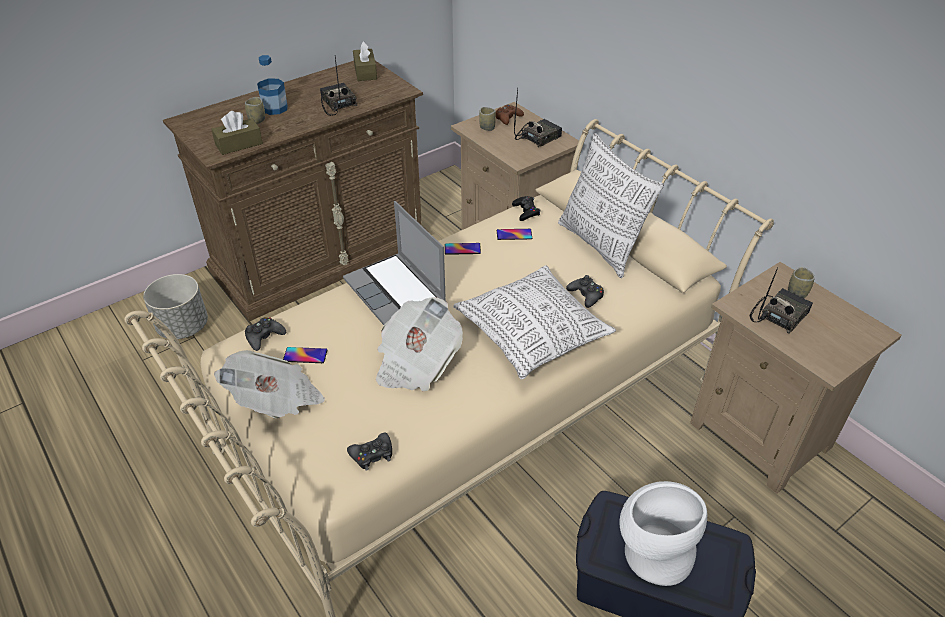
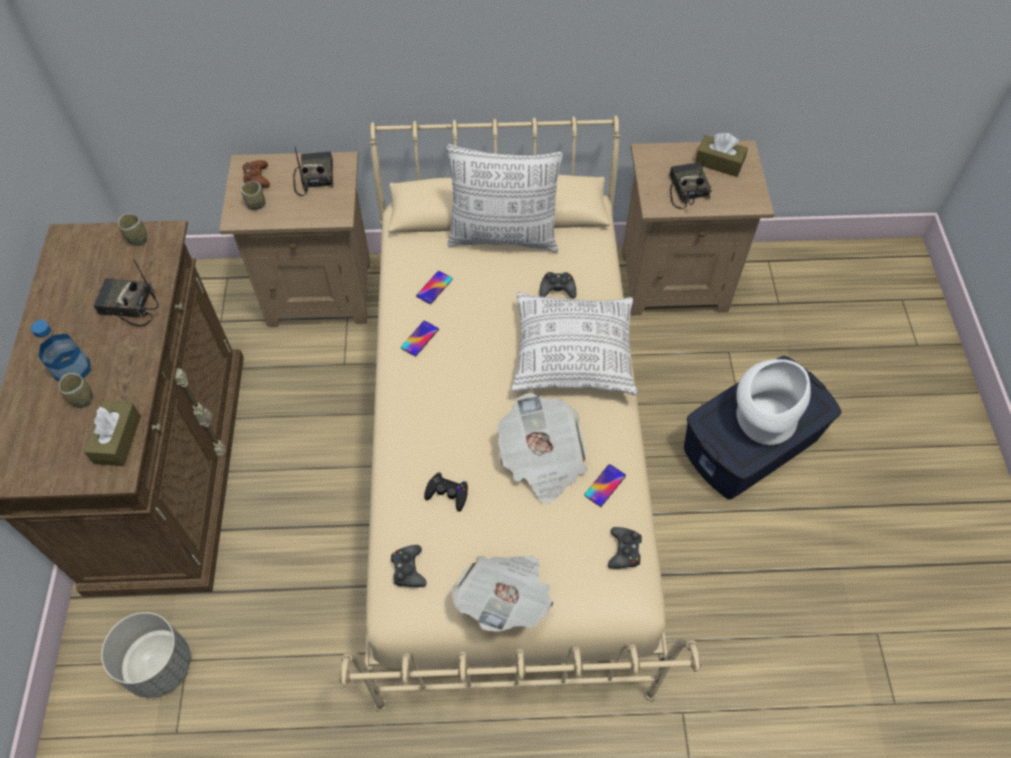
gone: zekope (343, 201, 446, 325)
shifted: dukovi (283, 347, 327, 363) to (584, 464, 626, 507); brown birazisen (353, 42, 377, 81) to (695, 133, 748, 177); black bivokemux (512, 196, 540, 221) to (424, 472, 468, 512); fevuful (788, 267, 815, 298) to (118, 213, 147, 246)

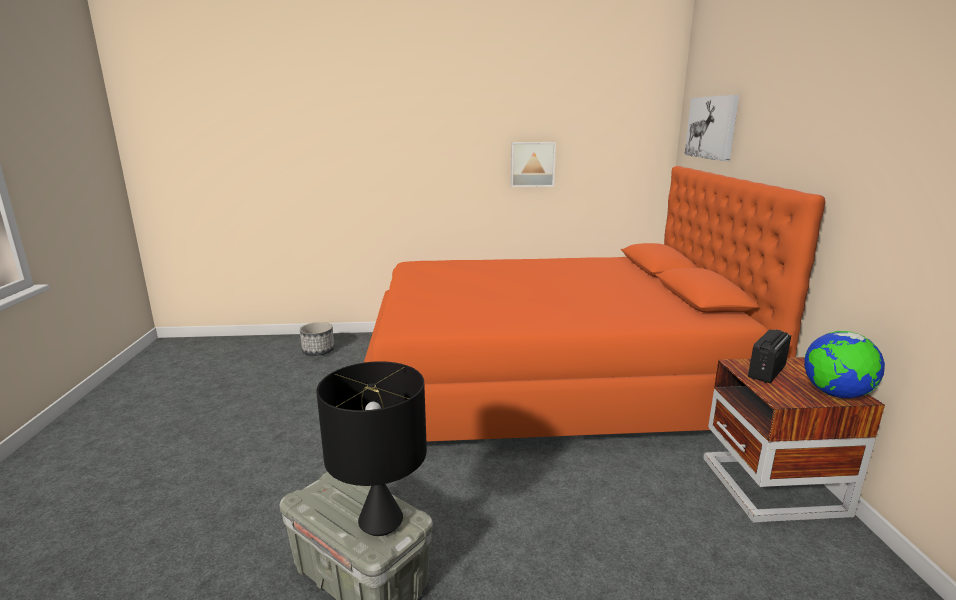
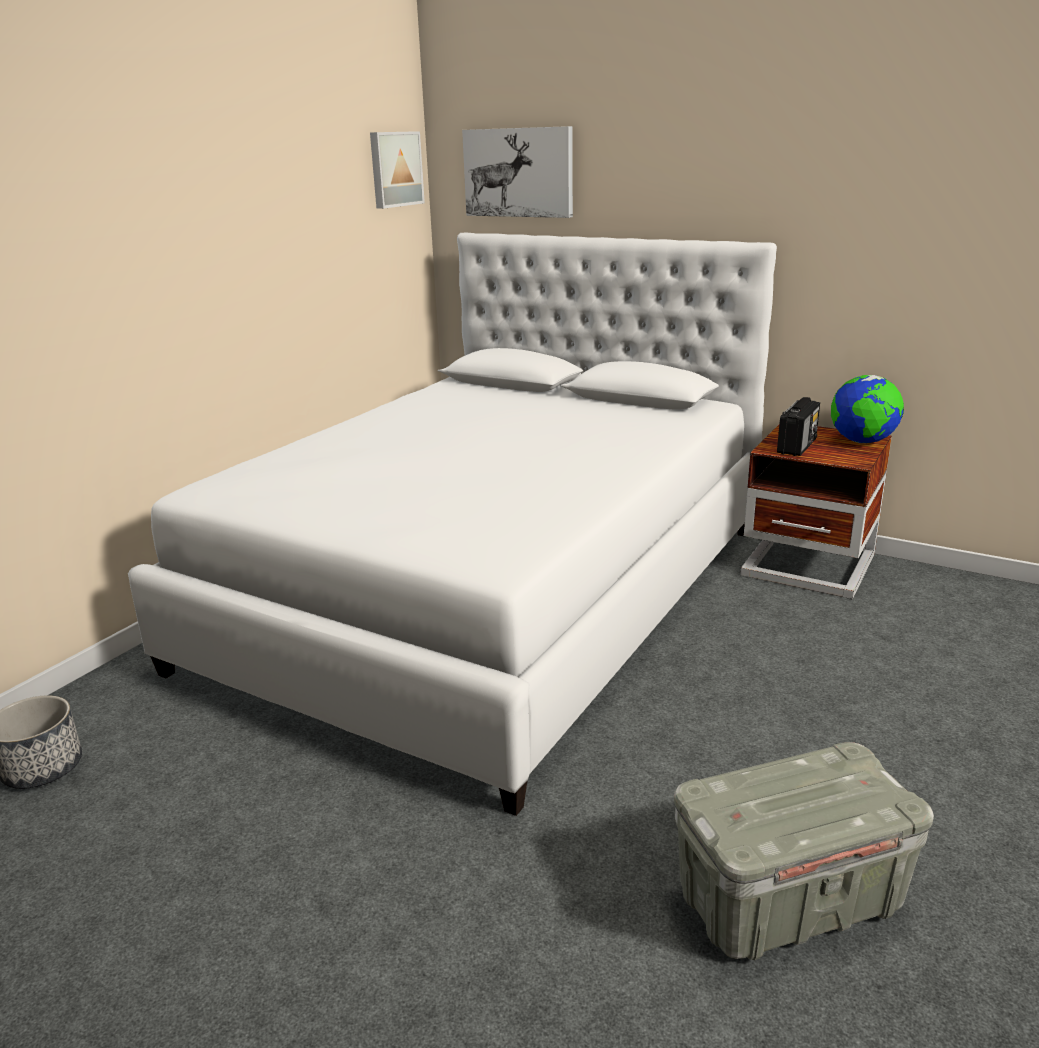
gone: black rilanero (316, 361, 427, 536)
shifted: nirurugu (511, 142, 556, 187) to (370, 131, 425, 209)
repainted: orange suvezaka (364, 166, 825, 442) to white suvezaka (128, 233, 777, 816)
rotated: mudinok (748, 329, 791, 383) = (777, 397, 820, 456) 135 degrees counterclockwise

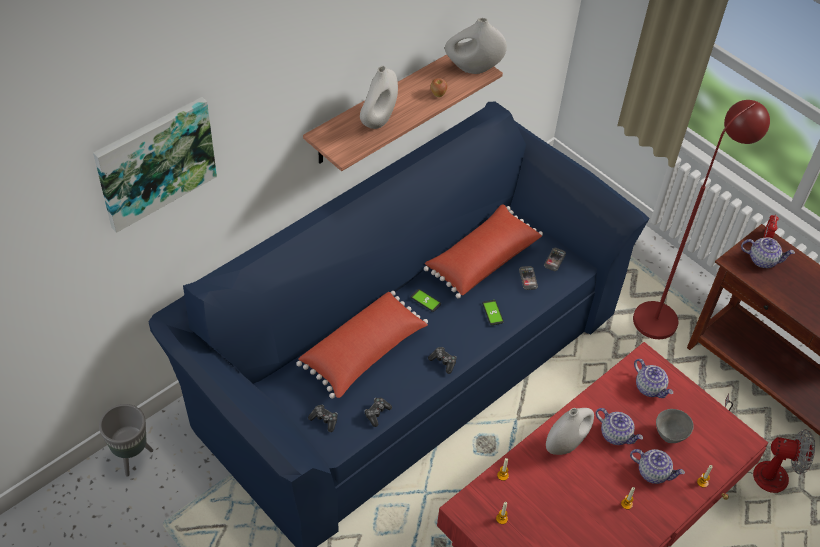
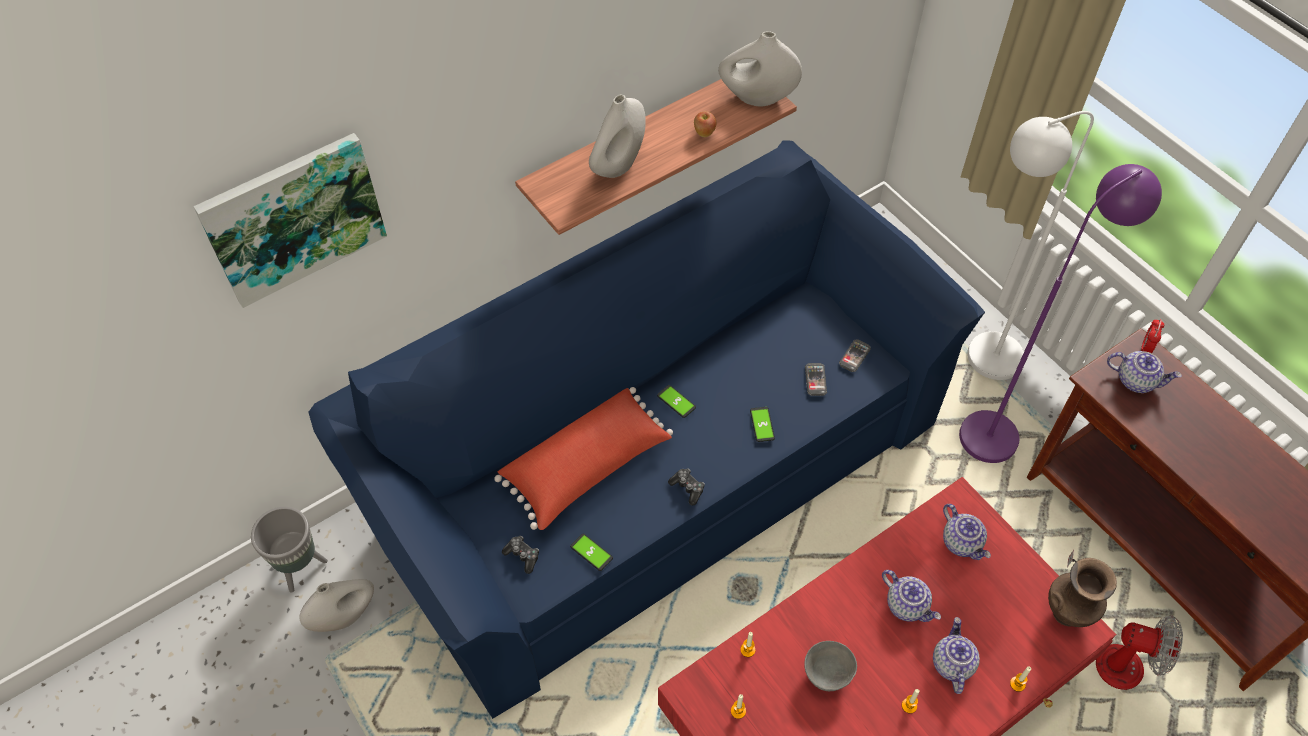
gone: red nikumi (424, 204, 543, 299)
new: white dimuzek (967, 111, 1094, 380); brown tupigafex (1048, 558, 1117, 627)
shifted: white tupigafex (546, 408, 594, 455) to (299, 579, 374, 632); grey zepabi (656, 409, 694, 443) to (804, 641, 857, 691)
swapped: bivokemux (364, 398, 392, 427) to dukovi (570, 534, 613, 571)
repainted: red dimuzek (633, 100, 770, 339) to purple dimuzek (959, 164, 1162, 463)
rotated: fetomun (630, 449, 685, 484) = (933, 617, 980, 694) 120 degrees counterclockwise

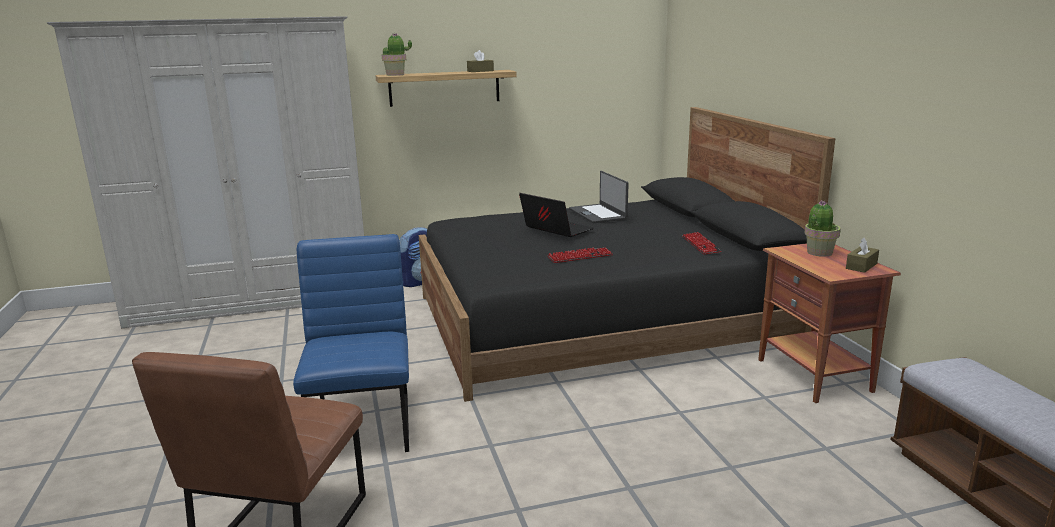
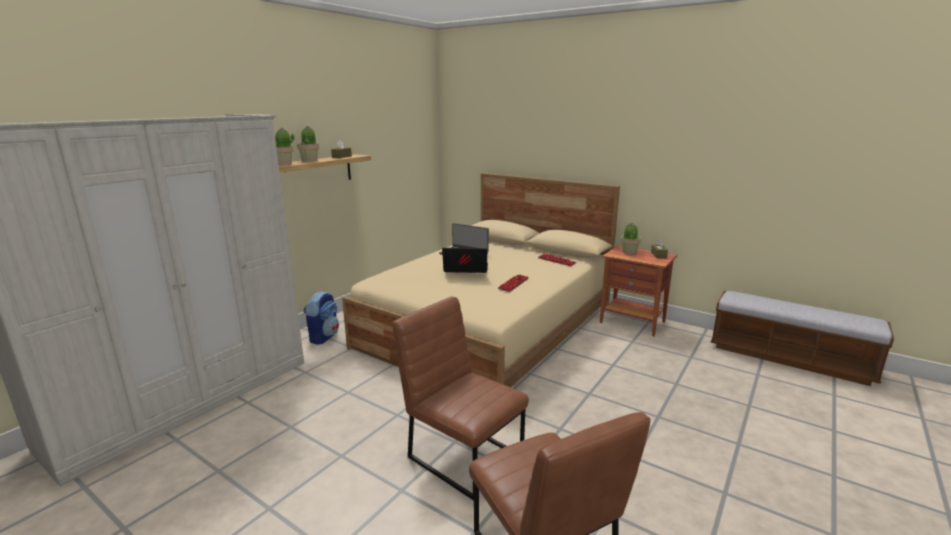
new: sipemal (297, 126, 319, 162)
repainted: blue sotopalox (293, 234, 409, 452) to brown sotopalox (392, 296, 529, 500); black suvezaka (419, 107, 835, 402) to beige suvezaka (342, 173, 620, 387)

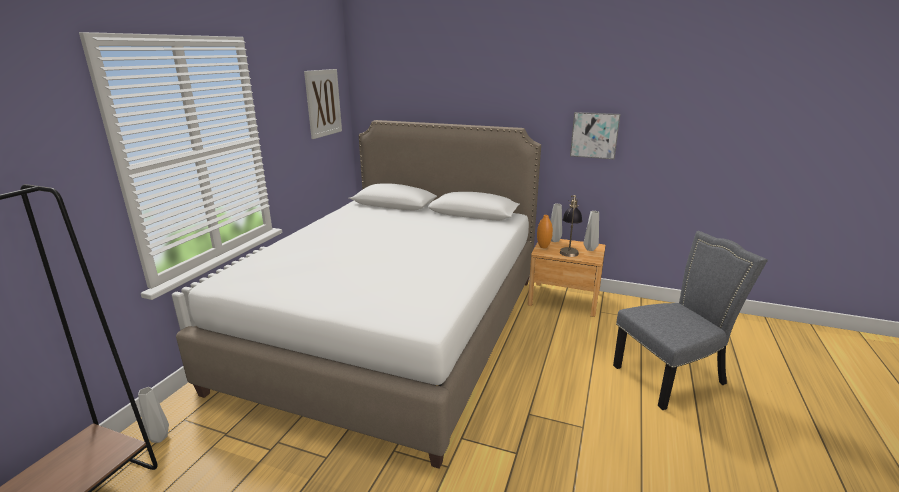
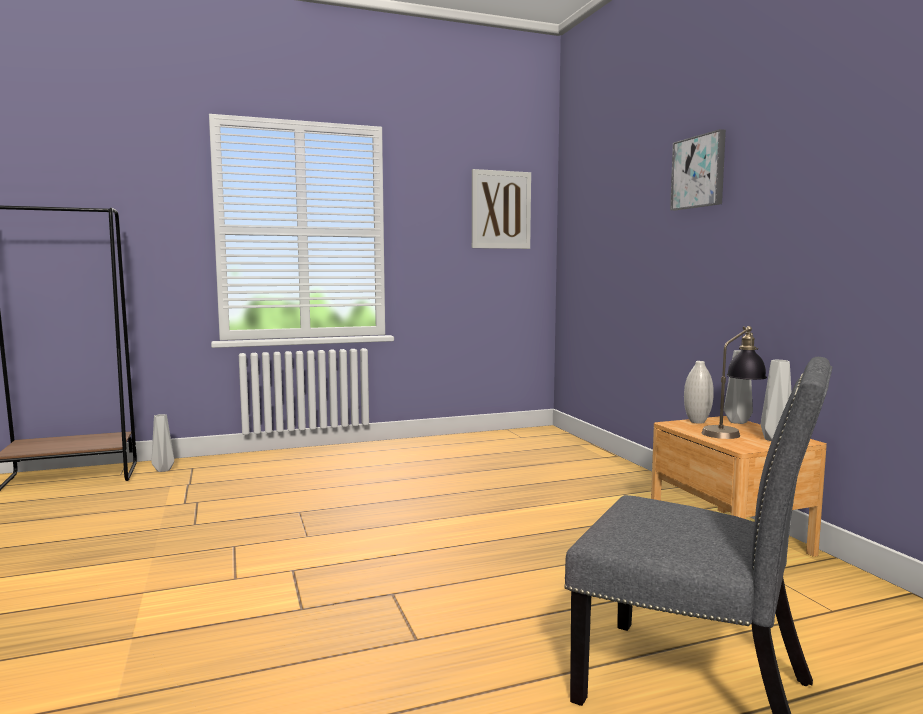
gone: white suvezaka (176, 120, 541, 469)
shifted: nirurugu (570, 112, 621, 159) to (670, 129, 726, 210)
repainted: orange tupigafex (537, 215, 553, 248) to white tupigafex (684, 361, 714, 424)

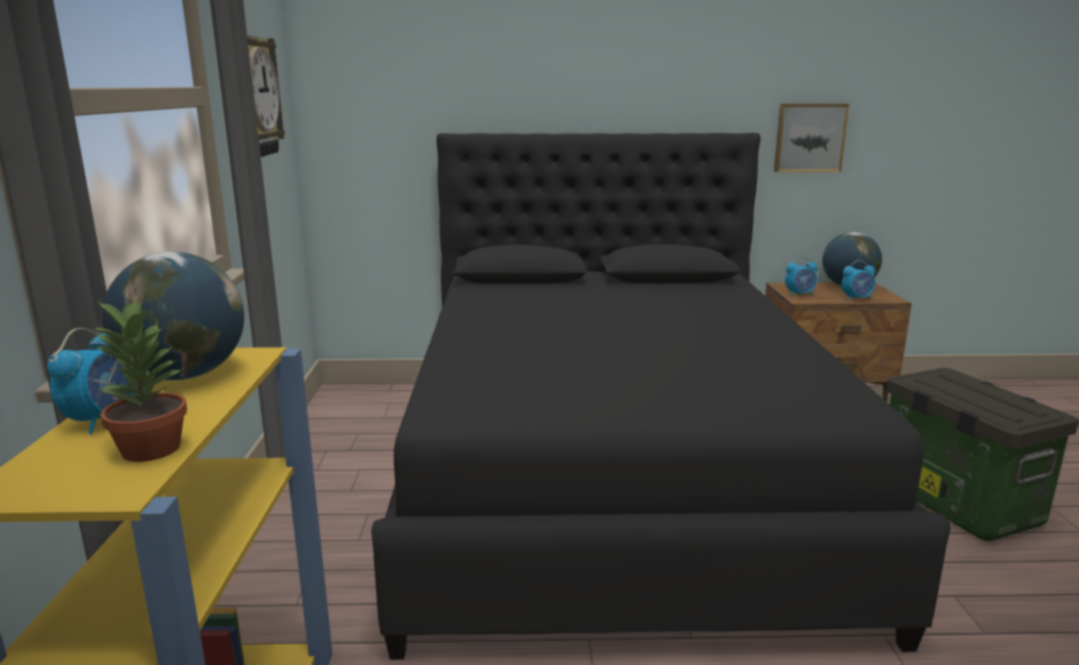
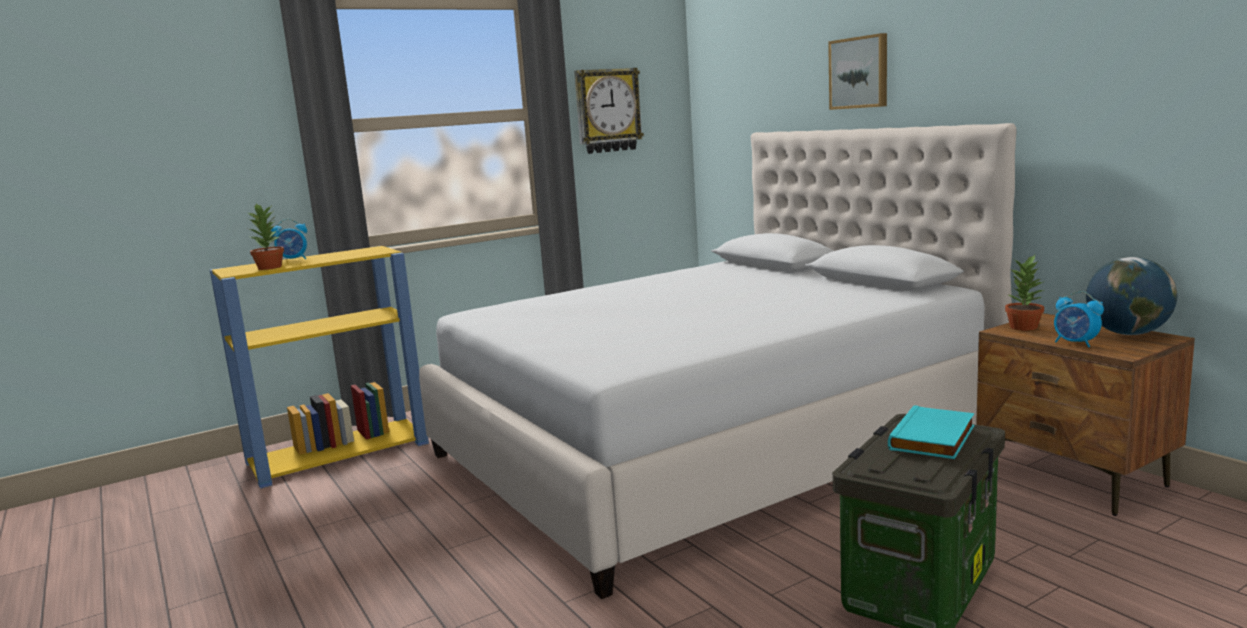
gone: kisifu (102, 252, 244, 380)
new: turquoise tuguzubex (888, 405, 975, 459)
shifted: nirurugu (774, 104, 850, 172) to (828, 33, 887, 110)
swapped: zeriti (785, 257, 817, 297) to sipemal (1005, 255, 1045, 331)
repainted: black suvezaka (371, 133, 951, 660) to white suvezaka (419, 123, 1016, 599)

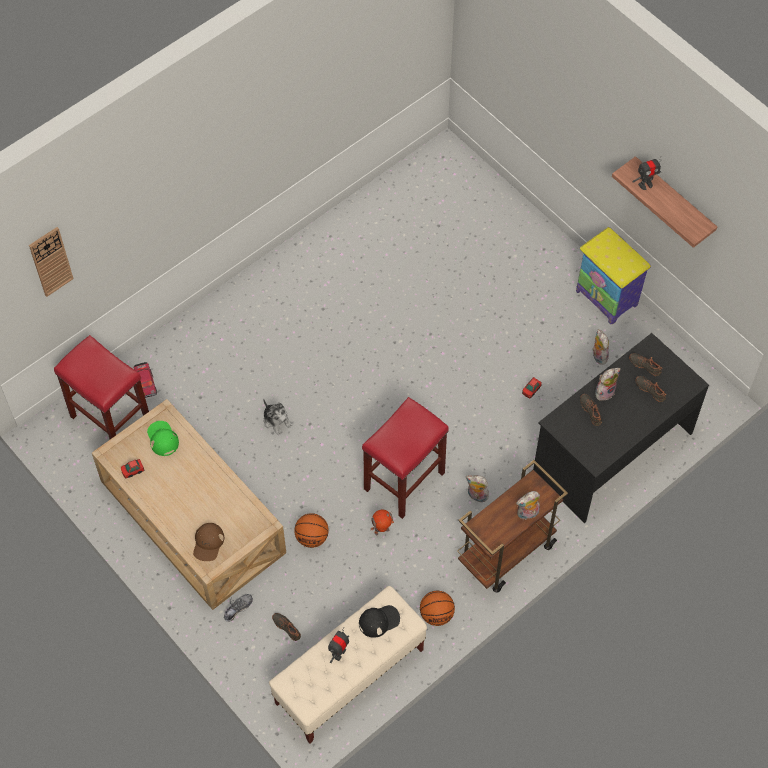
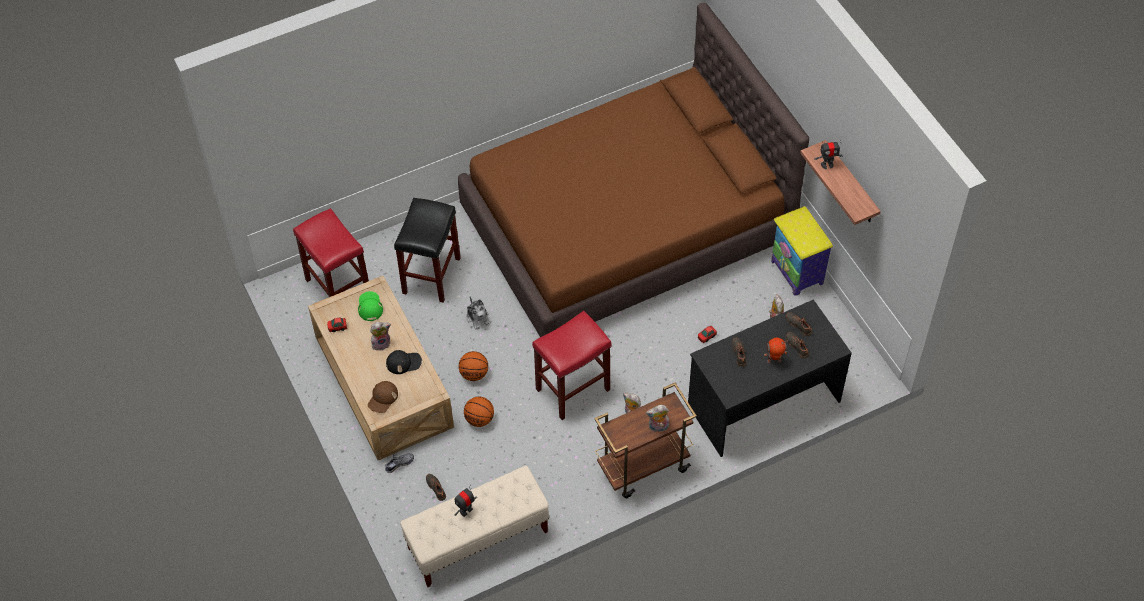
gone: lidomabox (29, 227, 74, 297); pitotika (133, 362, 157, 398)
new: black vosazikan (394, 198, 461, 303); brown suvezaka (458, 3, 809, 337)
shifted: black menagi (359, 605, 400, 638) to (386, 350, 422, 374); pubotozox (370, 510, 394, 535) to (764, 338, 788, 364); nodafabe (420, 591, 455, 626) to (459, 351, 488, 381); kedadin (595, 368, 621, 401) to (370, 322, 391, 351)

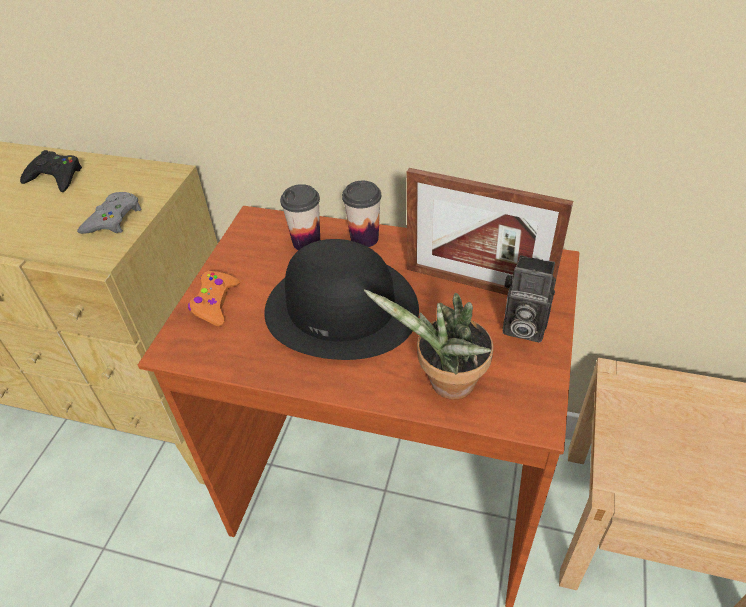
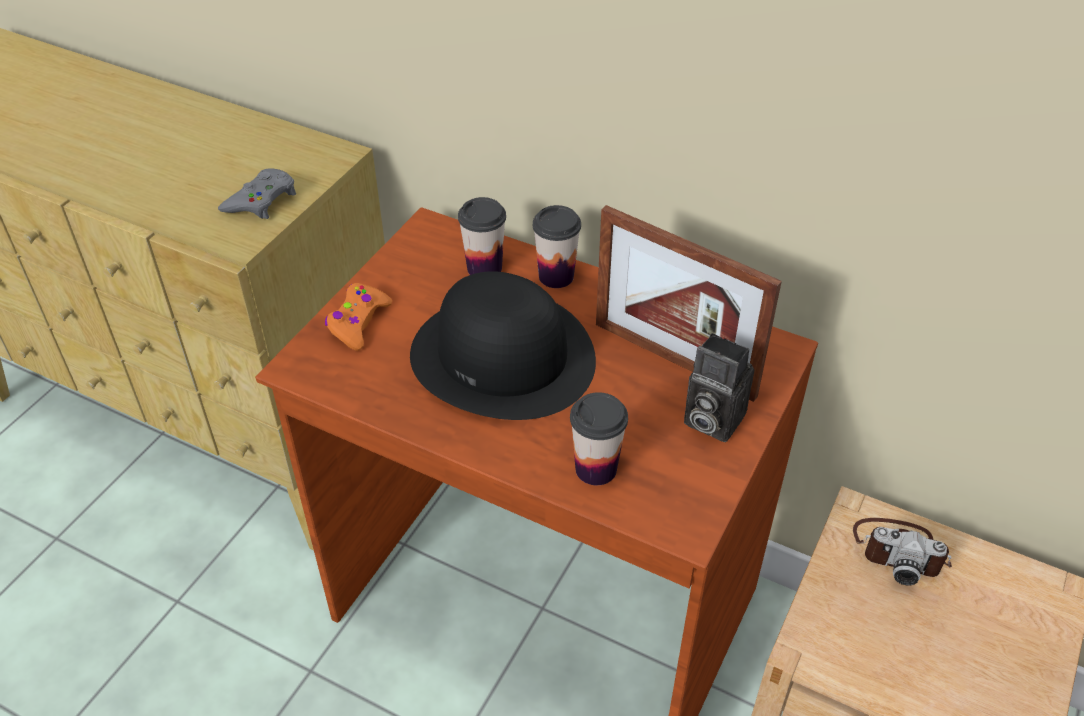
gone: black bivokemux (20, 150, 82, 192)
new: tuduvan (853, 518, 952, 586)
swapped: sipemal (364, 290, 493, 400) to fevuful (570, 392, 628, 486)

